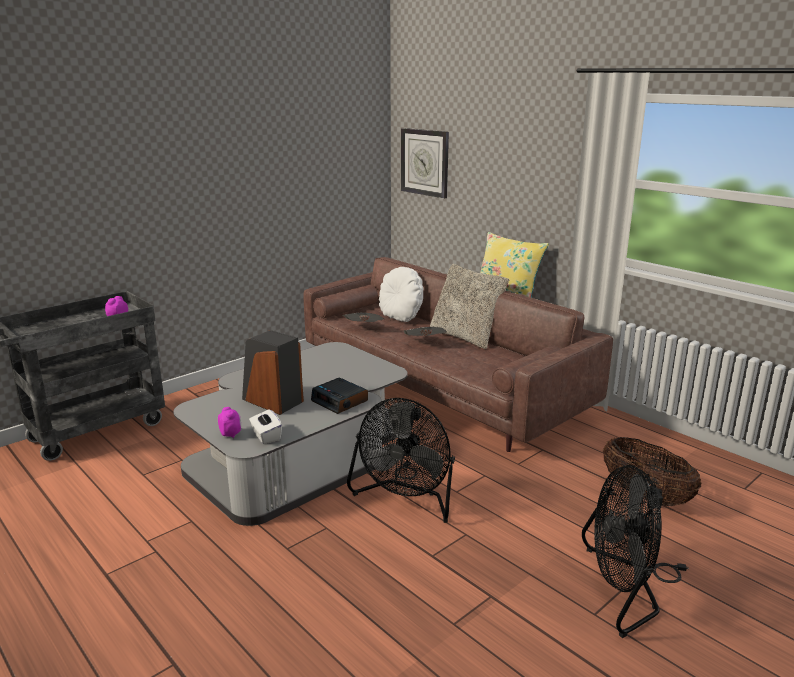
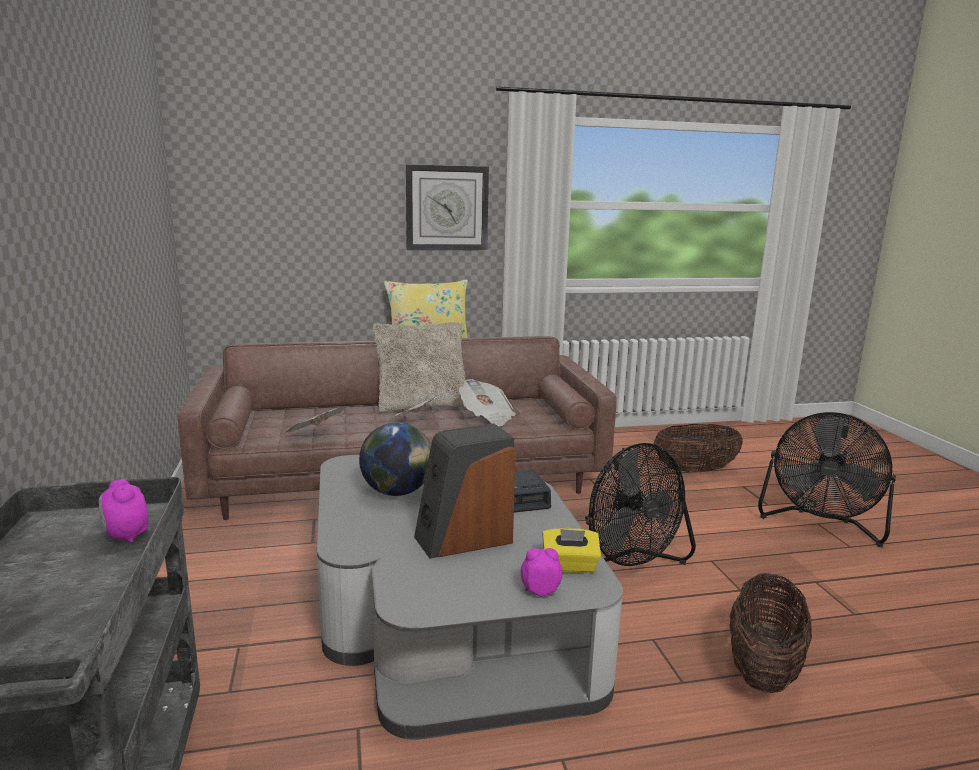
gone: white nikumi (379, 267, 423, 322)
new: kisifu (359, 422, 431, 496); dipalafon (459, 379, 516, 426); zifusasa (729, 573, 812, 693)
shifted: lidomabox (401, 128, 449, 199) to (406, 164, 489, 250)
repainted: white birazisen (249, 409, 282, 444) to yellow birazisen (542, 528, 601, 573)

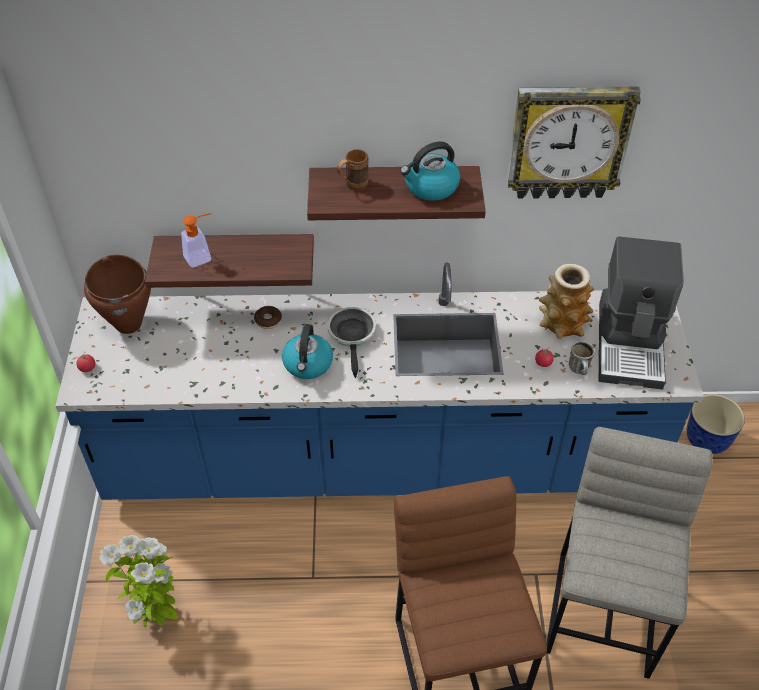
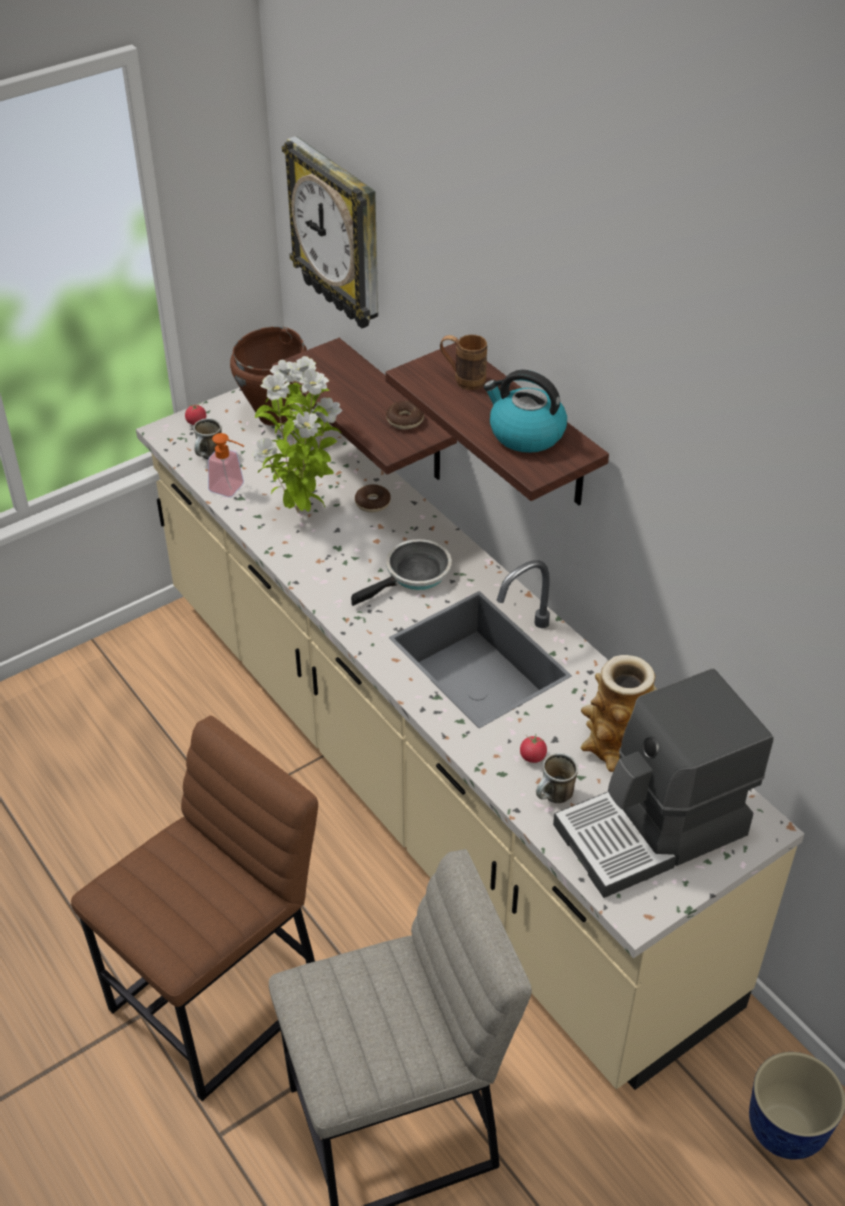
gone: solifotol (282, 324, 333, 379)
new: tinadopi (194, 418, 222, 459); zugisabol (386, 401, 424, 430)
shifted: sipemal (99, 535, 178, 627) to (252, 356, 343, 513); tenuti (181, 213, 211, 268) to (208, 433, 244, 497); lidomabox (507, 87, 641, 199) to (282, 136, 378, 329)
repainted: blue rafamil (55, 262, 704, 500) to beige rafamil (136, 387, 805, 1090)

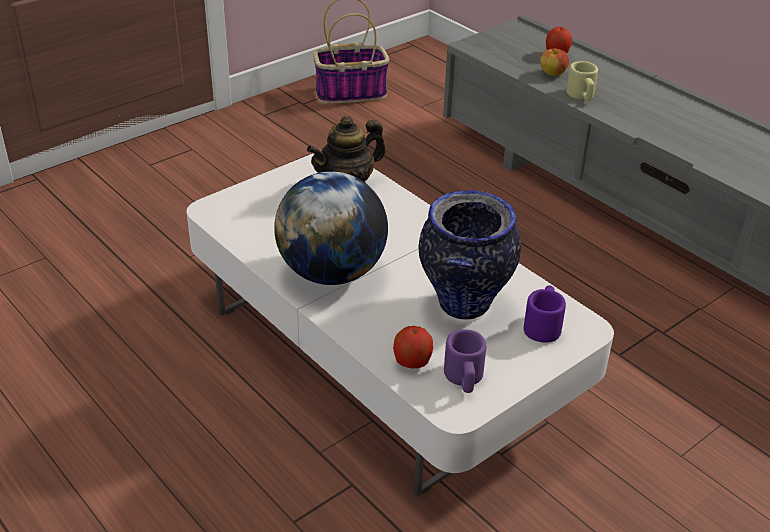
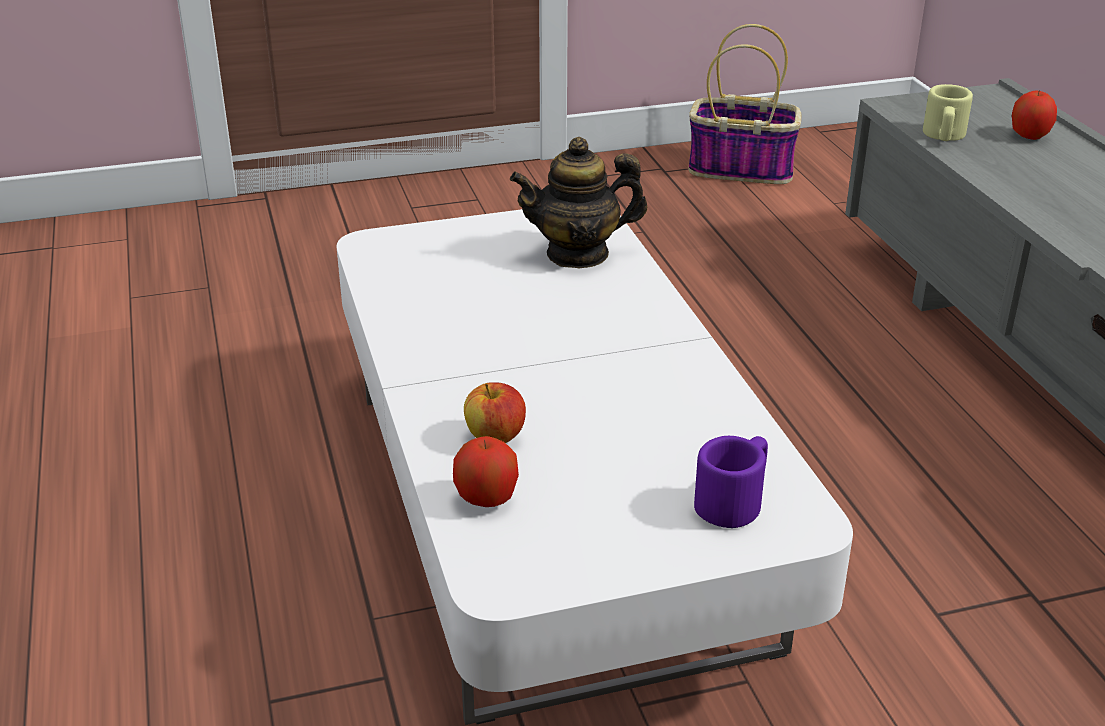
gone: kisifu (274, 171, 388, 285); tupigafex (418, 190, 521, 320); purple tinadopi (444, 329, 486, 393)
shifted: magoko (540, 48, 569, 76) to (464, 382, 526, 443); beige tinadopi (566, 61, 598, 101) to (923, 84, 973, 141)

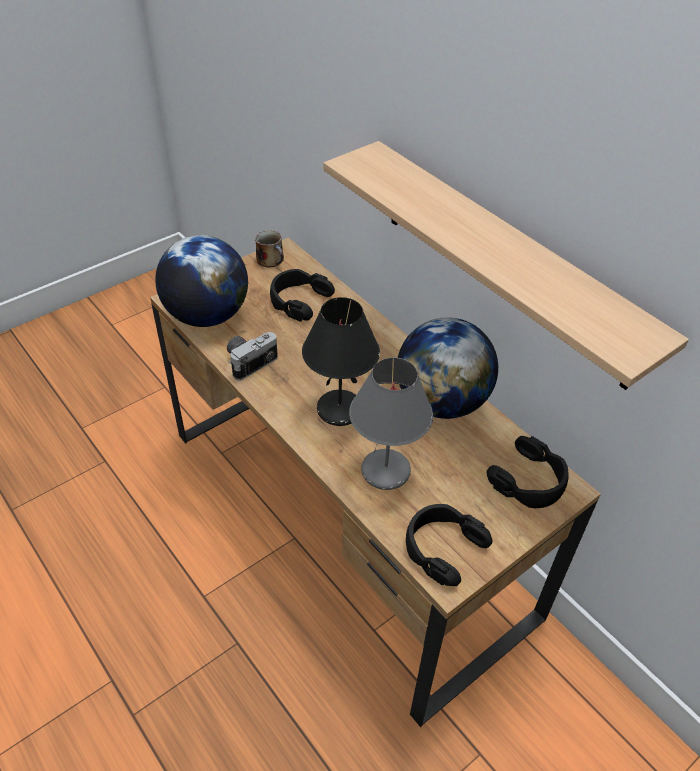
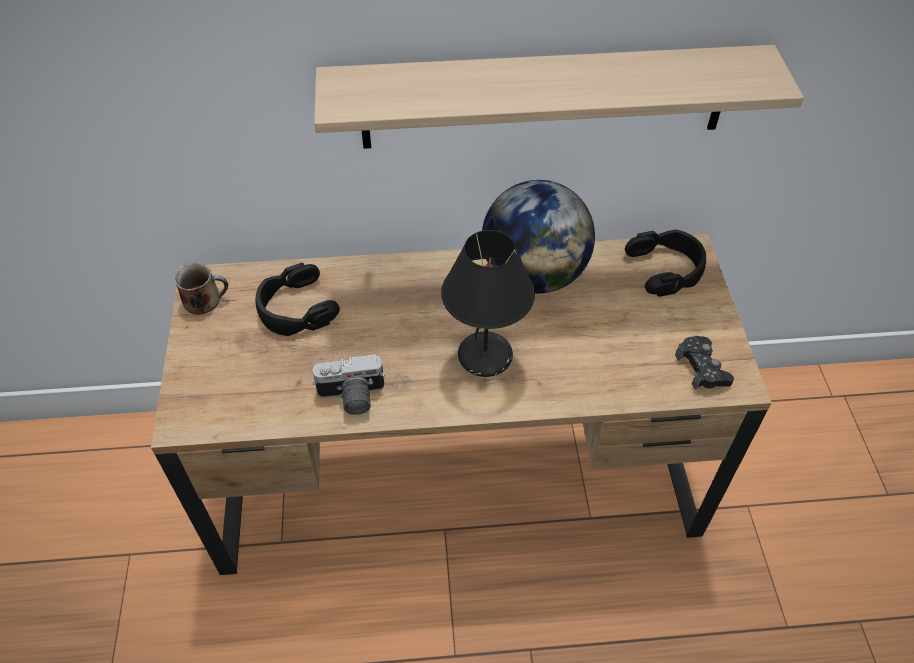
gone: kisifu (155, 235, 248, 327); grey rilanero (349, 357, 433, 490)
swapped: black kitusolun (406, 504, 492, 586) to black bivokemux (675, 336, 734, 389)
rotated: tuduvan (227, 332, 278, 381) = (312, 354, 385, 415) 90 degrees counterclockwise

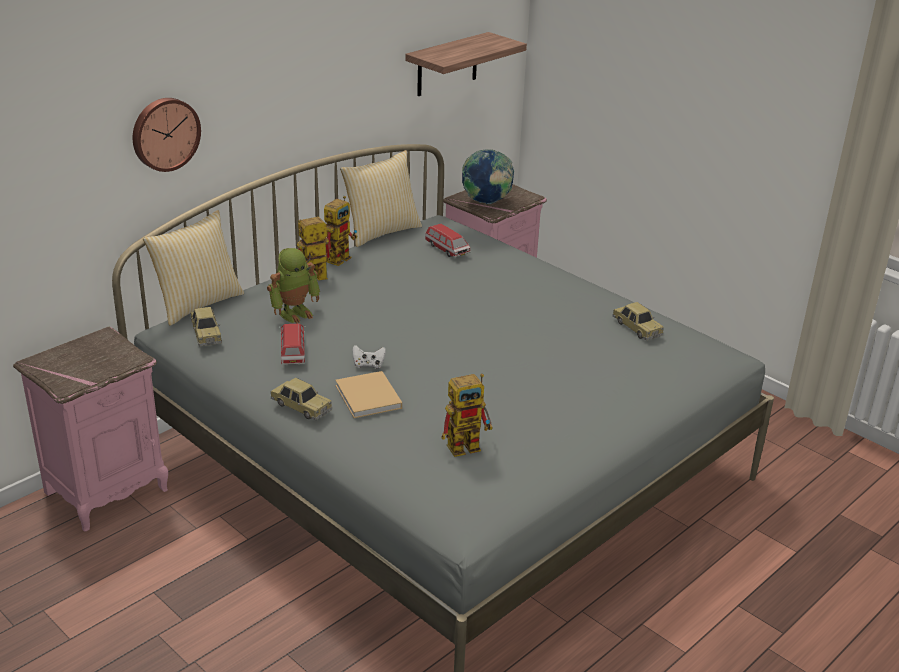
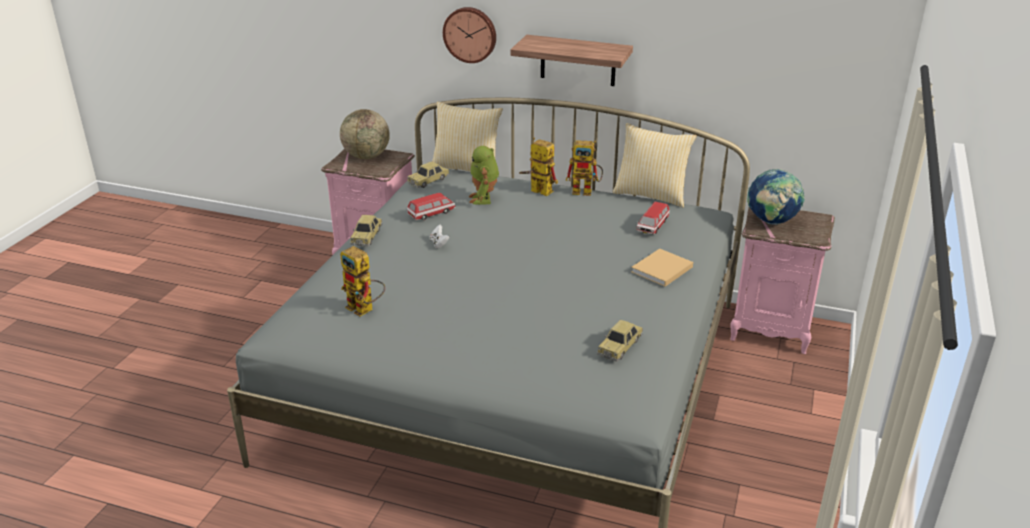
new: kisifu (340, 109, 390, 159)
shifted: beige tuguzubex (335, 371, 402, 418) to (631, 248, 693, 287); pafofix (405, 32, 527, 96) to (511, 35, 633, 86)
rotated: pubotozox (267, 248, 320, 324) = (469, 146, 499, 205) 60 degrees clockwise

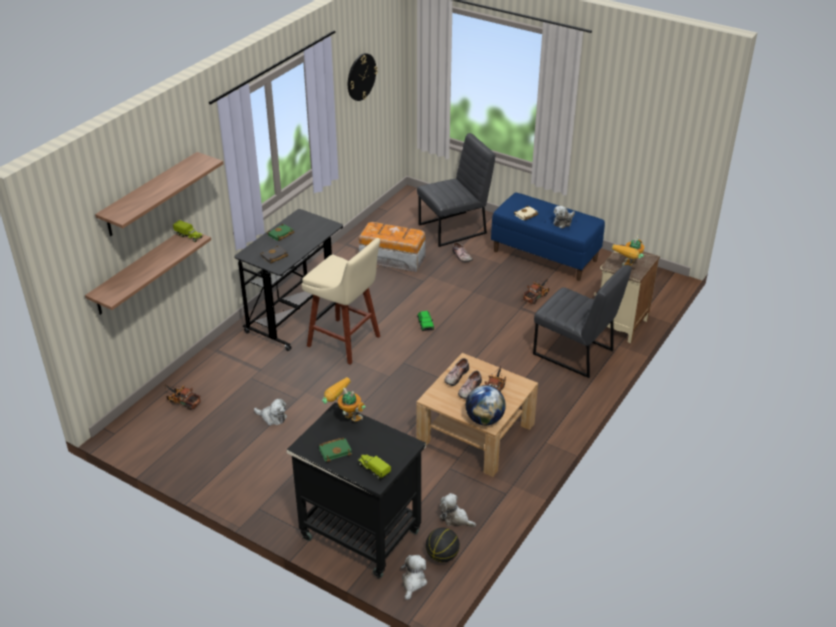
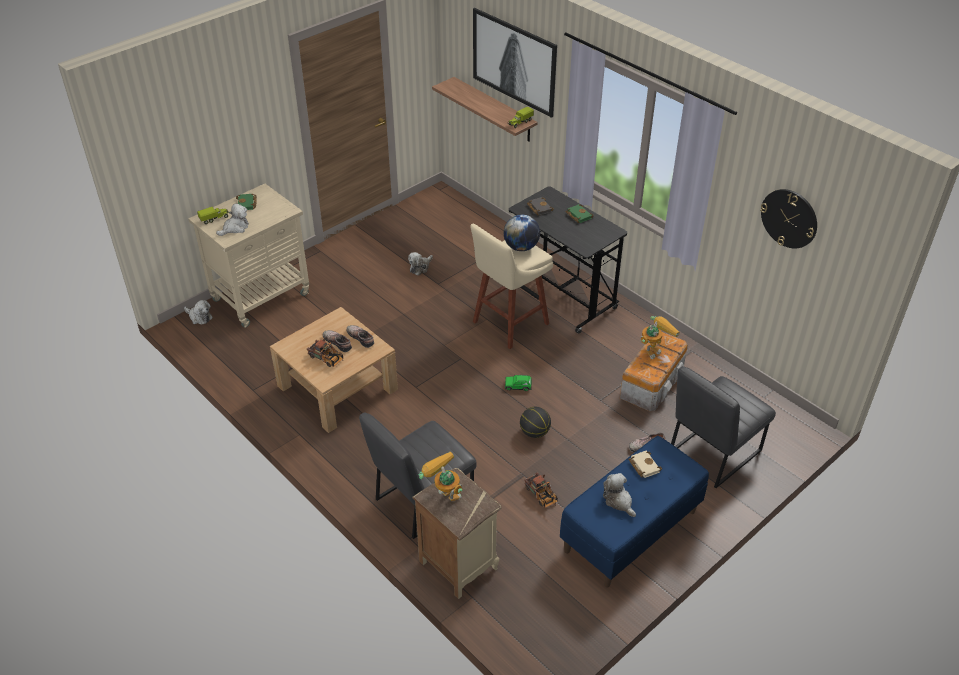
gone: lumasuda (165, 385, 201, 410)
shifted: pubotozox (322, 377, 366, 422) to (641, 316, 680, 359); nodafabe (426, 527, 460, 562) to (520, 407, 551, 438); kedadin (439, 493, 476, 527) to (216, 203, 249, 236); kisifu (466, 385, 506, 425) to (504, 215, 540, 251)
swapped: pafofix (95, 152, 224, 236) to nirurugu (473, 8, 557, 118)
repainted: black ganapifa (287, 402, 426, 579) to beige ganapifa (188, 184, 309, 328)
rotated: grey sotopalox (417, 133, 496, 247) = (671, 366, 776, 488) 60 degrees clockwise

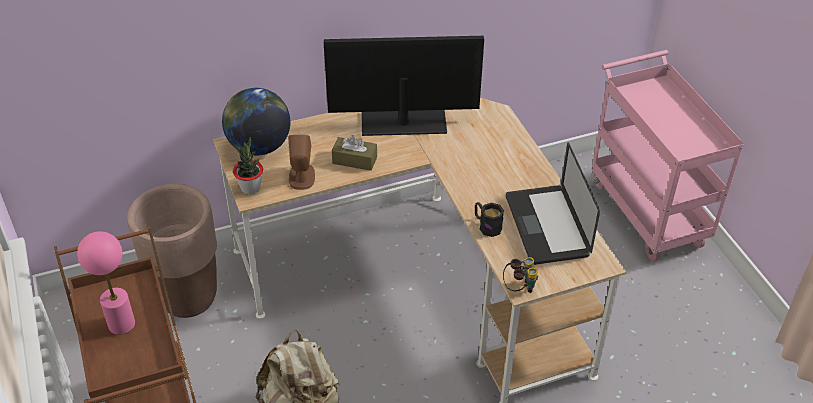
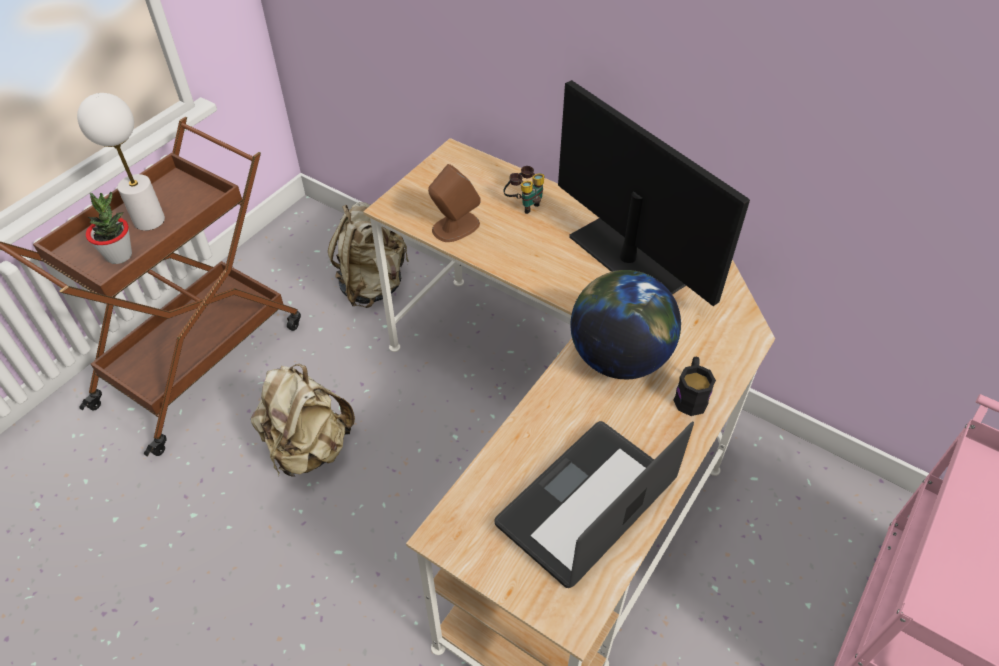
gone: brown birazisen (332, 135, 377, 171)
shifted: kisifu (222, 88, 290, 156) to (570, 270, 681, 379); sipemal (233, 137, 263, 195) to (86, 192, 132, 264); black tinadopi (475, 202, 504, 237) to (673, 357, 716, 416); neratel (503, 257, 538, 293) to (503, 166, 544, 214)
swapped: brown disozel (127, 184, 217, 318) to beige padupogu (328, 202, 409, 308)
repainted: pink rilanero (77, 231, 135, 335) to white rilanero (77, 93, 165, 231)

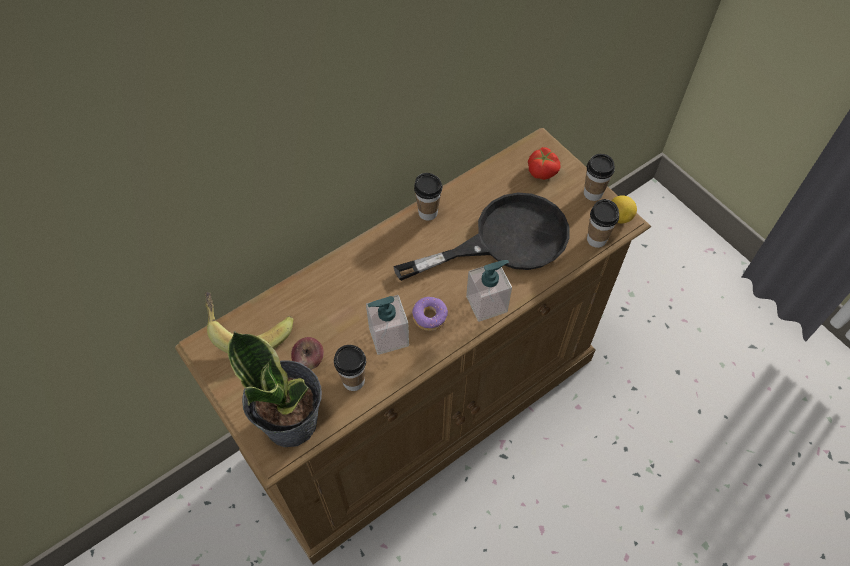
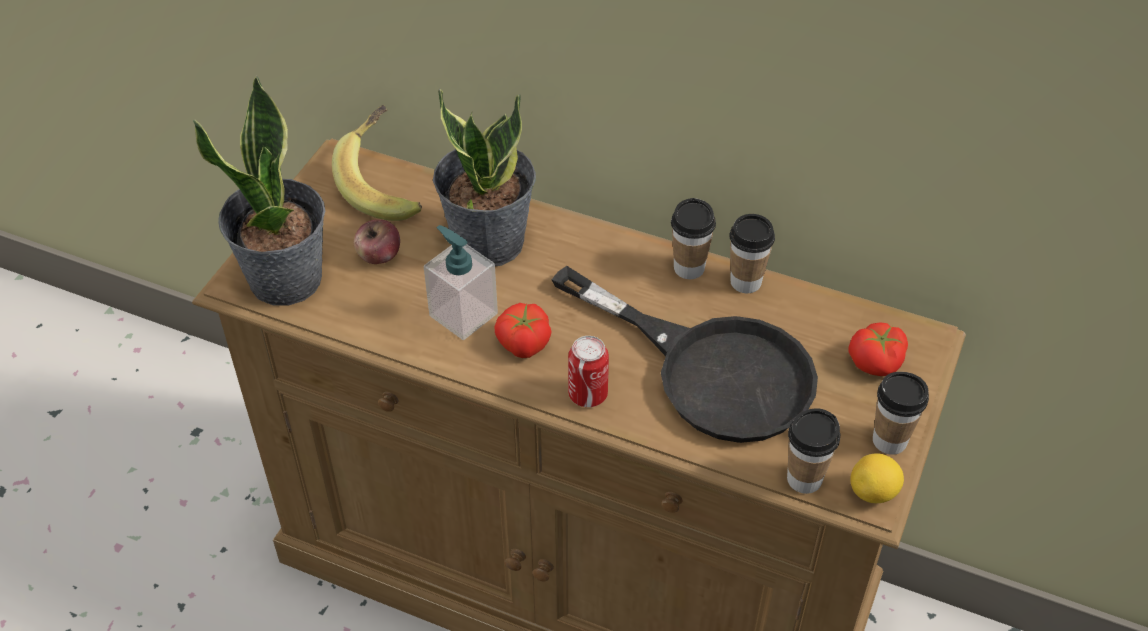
new: sipemal (433, 88, 536, 266)
shifted: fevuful (334, 345, 366, 391) to (729, 214, 775, 293)
swapped: zugisabol (412, 297, 448, 331) to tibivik (494, 303, 552, 358); tenuti (466, 260, 512, 322) to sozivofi (568, 336, 609, 407)

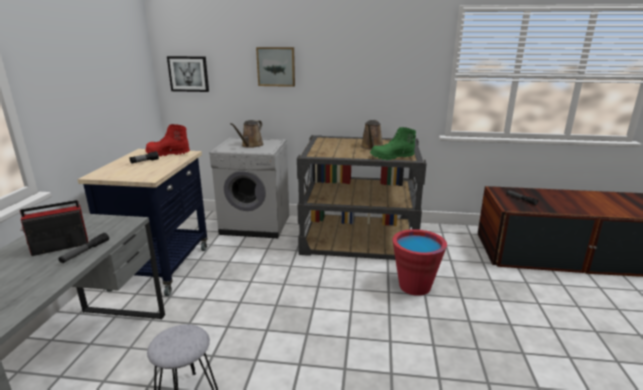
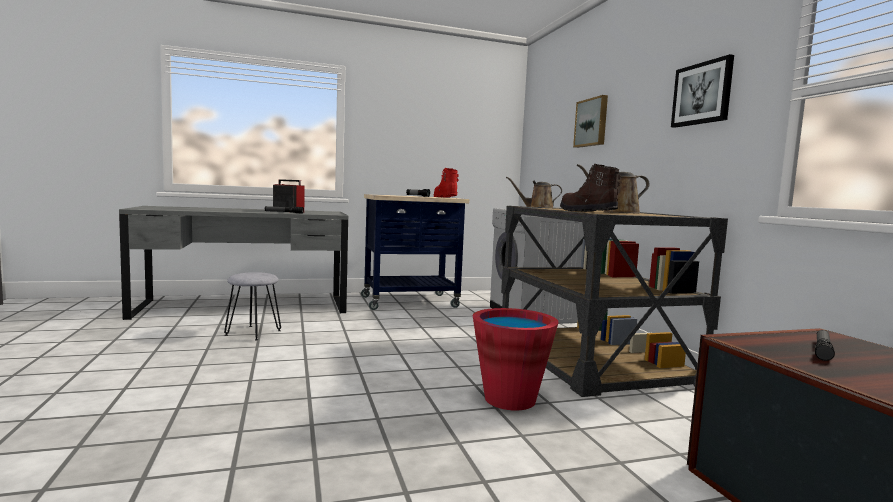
shifted: nirurugu (167, 56, 209, 92) to (671, 54, 734, 128)
repainted: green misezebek (370, 127, 416, 160) to brown misezebek (560, 164, 620, 212)

